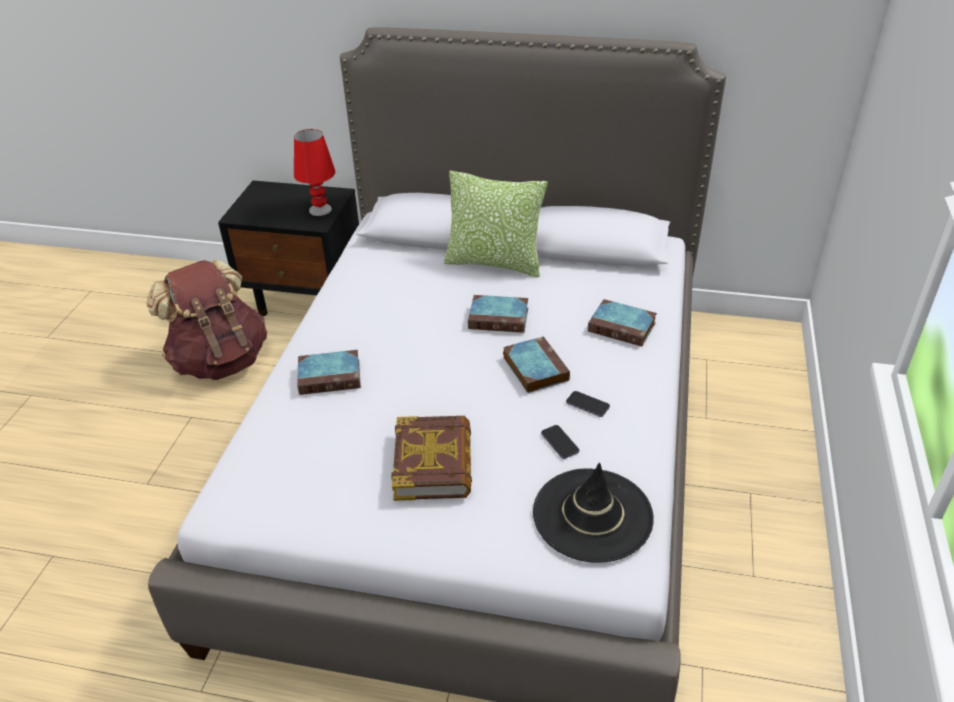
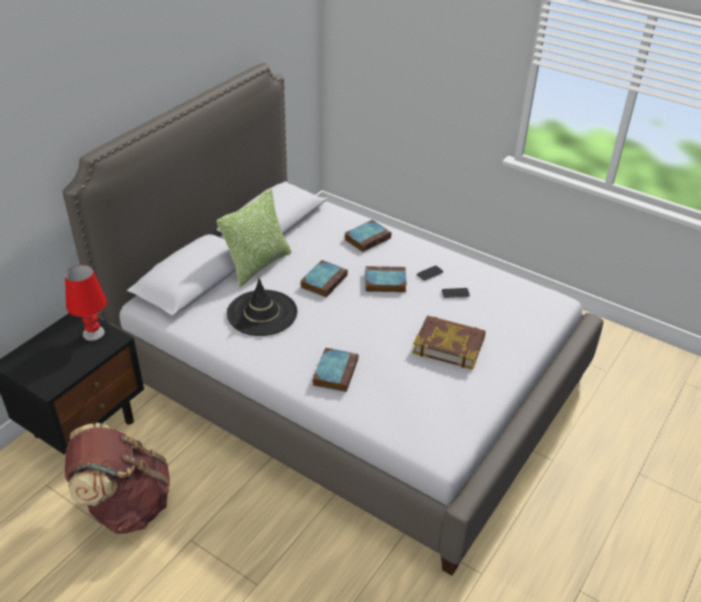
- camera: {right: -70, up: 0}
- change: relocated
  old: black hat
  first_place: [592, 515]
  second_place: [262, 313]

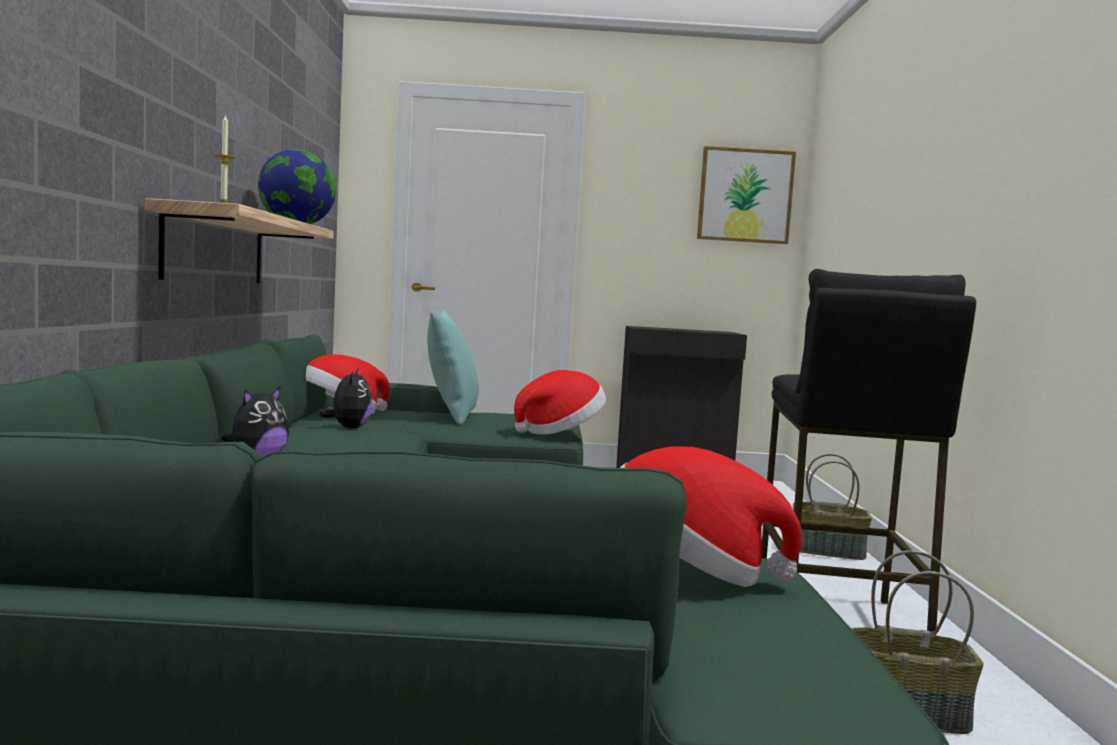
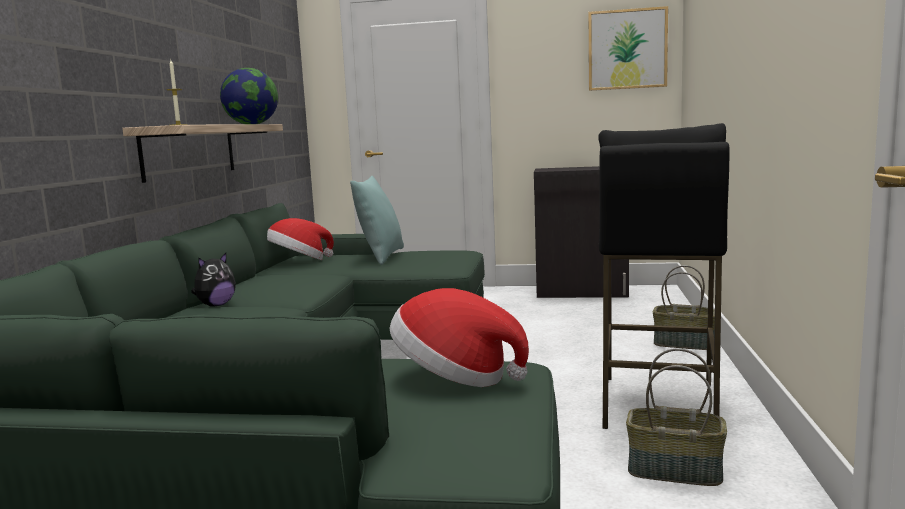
- camera: {right: 10, up: 5}
- change: missing
  old: plush toy
  first_place: [348, 428]
- change: missing
  old: hat
  first_place: [560, 432]

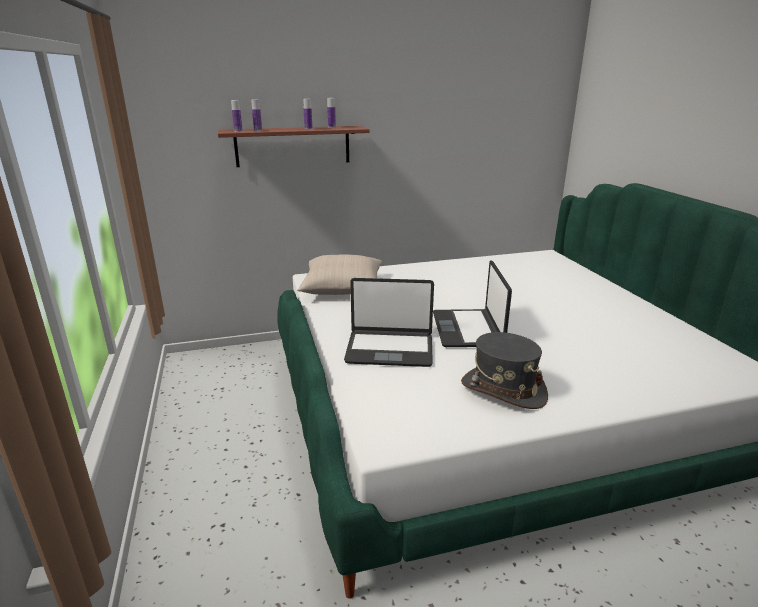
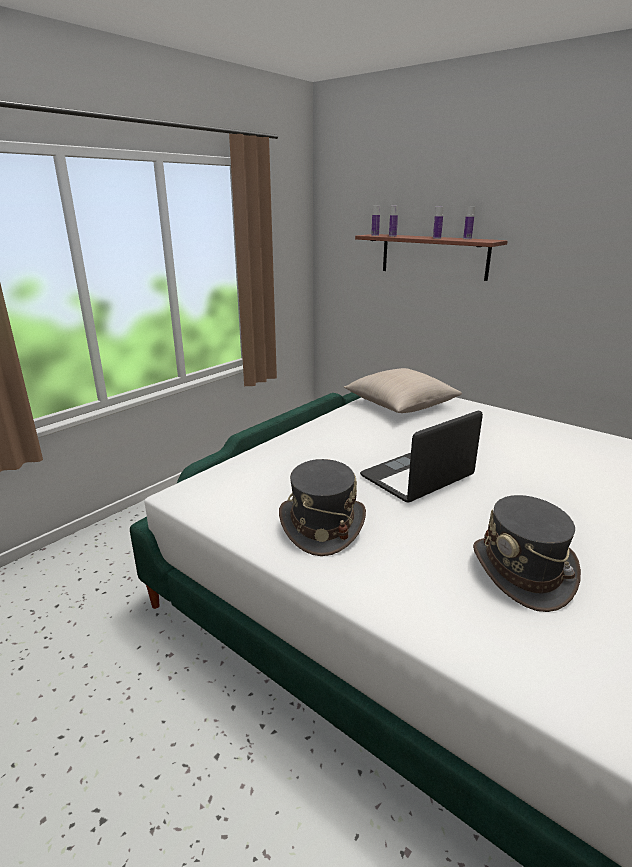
- camera: {right: 55, up: 0}
- change: missing
  old: notebook computer
  first_place: [389, 349]
- change: appeared
  new: greyish hat
  second_place: [522, 572]

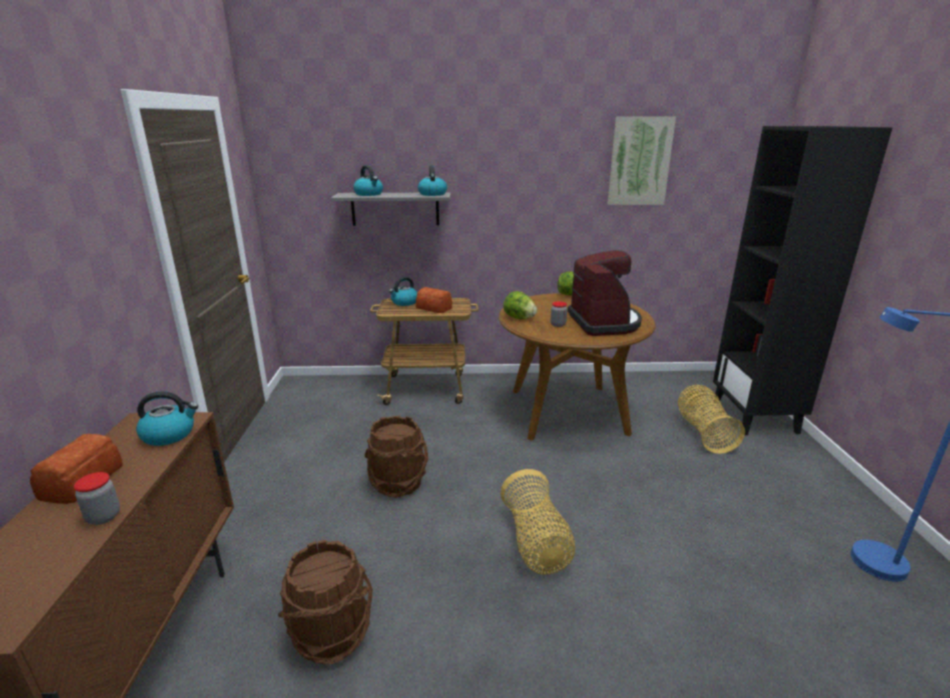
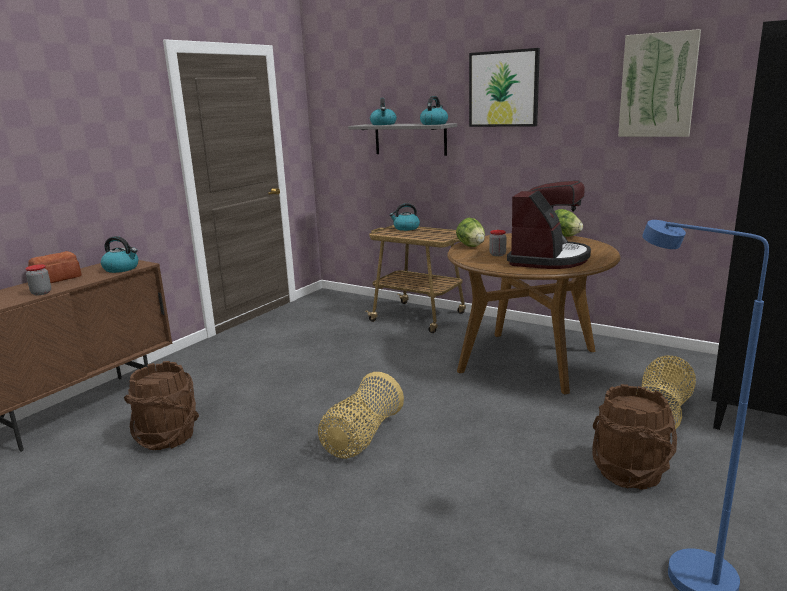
- camera: {right: 35, up: -5}
- change: missing
  old: baked bread
  first_place: [434, 308]
- change: relocated
  old: brownish bucket
  first_place: [398, 483]
  second_place: [630, 472]
- change: appeared
  new: wall picture
  second_place: [503, 89]

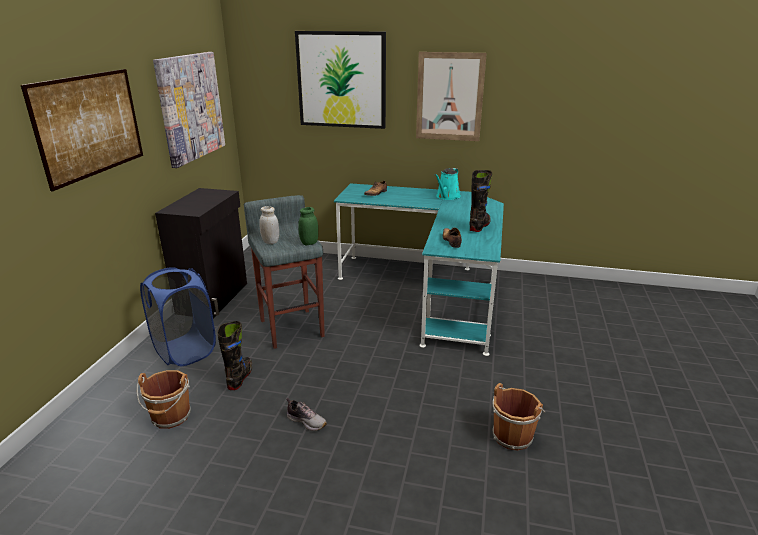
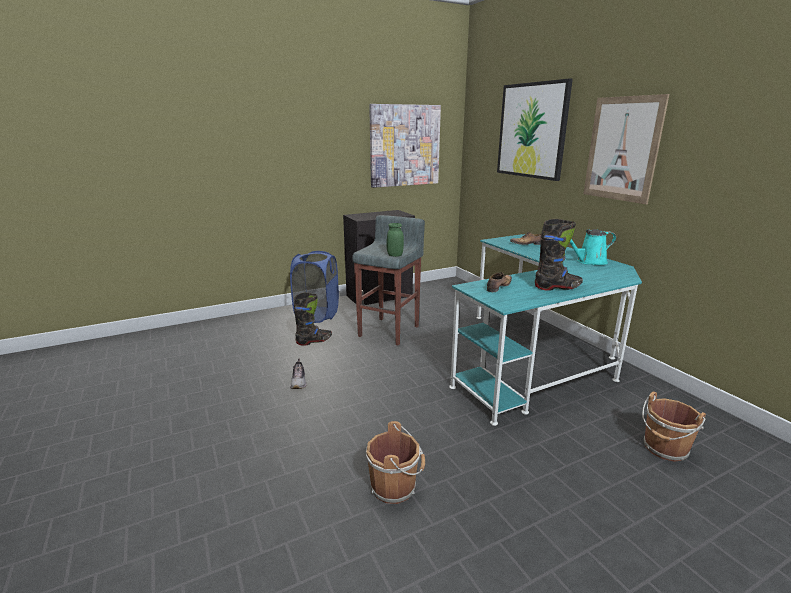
- camera: {right: 50, up: -5}
- change: missing
  old: wall picture
  first_place: [90, 125]
- change: missing
  old: white jar
  first_place: [270, 242]
- change: relocated
  old: brownish bucket
  first_place: [170, 417]
  second_place: [664, 449]

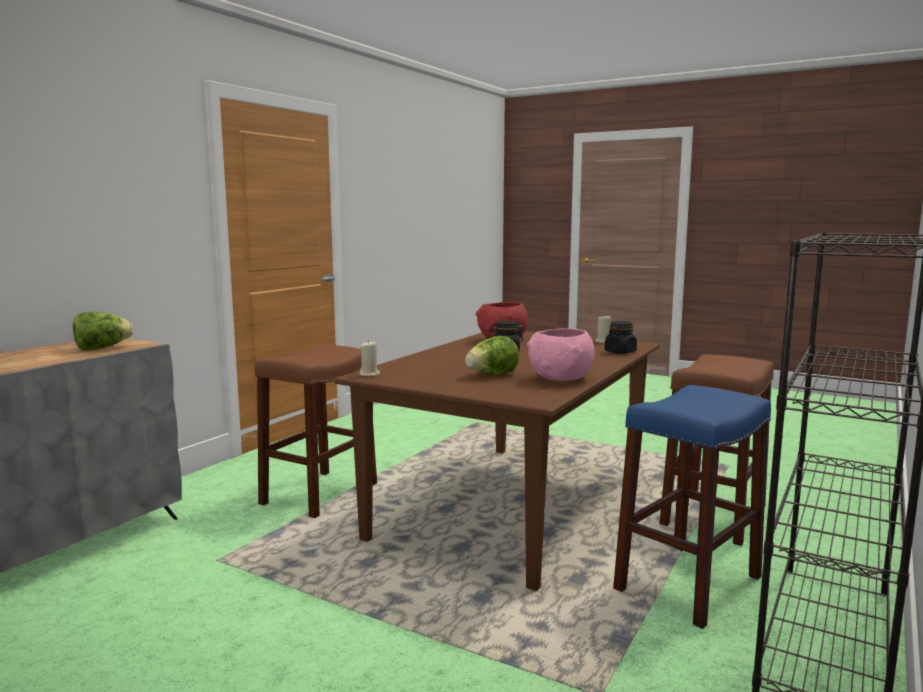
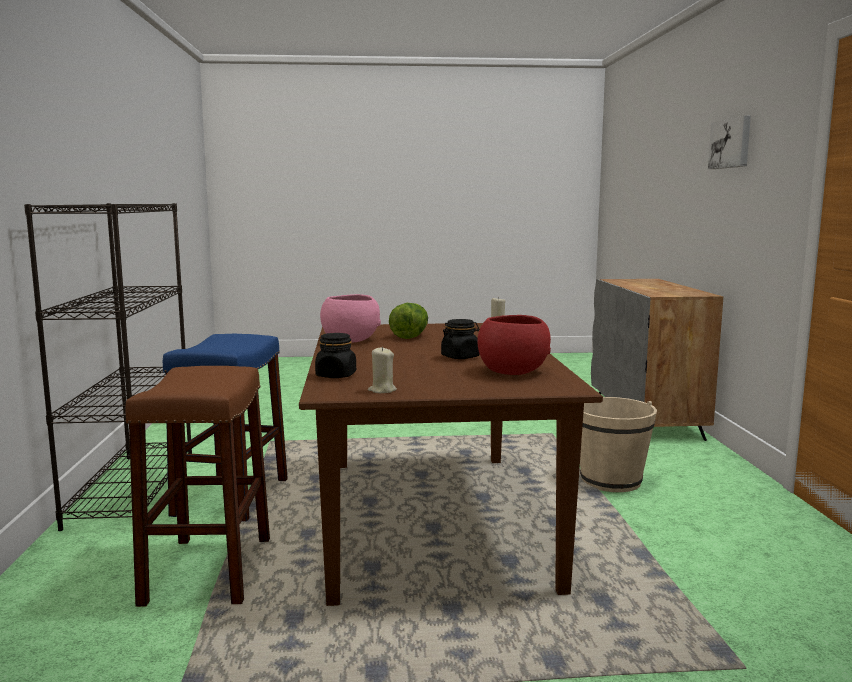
- camera: {right: 145, up: 0}
- change: missing
  old: lettuce
  first_place: [102, 348]
- change: exchanged
  old: brownish sitting stool
  new: beige bucket
  first_place: [320, 493]
  second_place: [611, 481]
- change: appeared
  new: wall picture
  second_place: [731, 143]

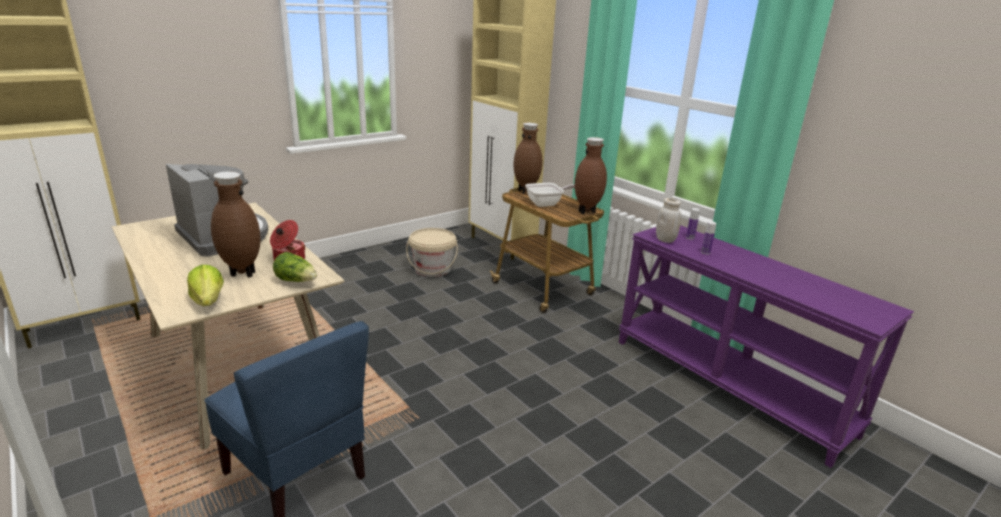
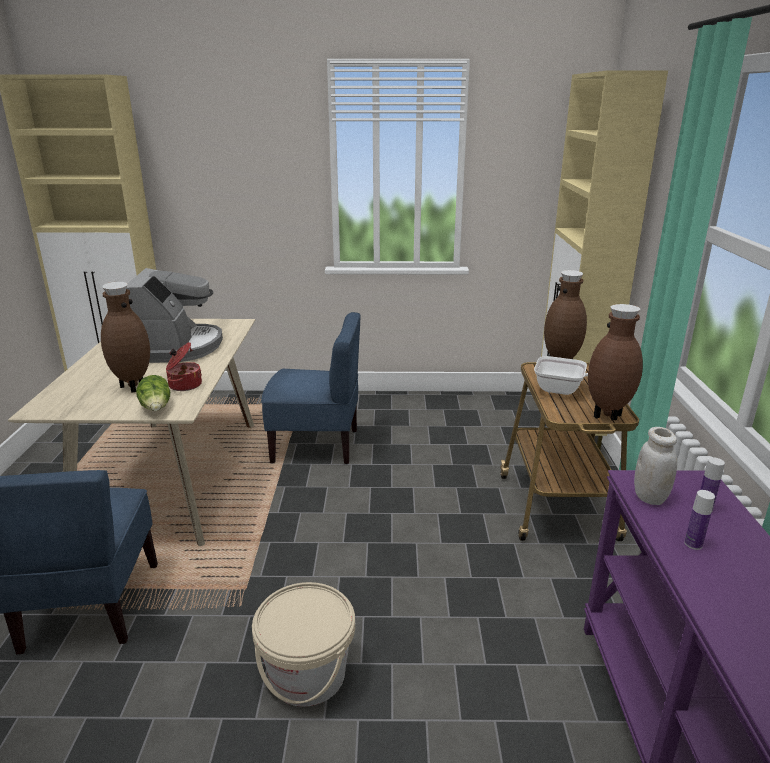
- camera: {right: 40, up: 0}
- change: relocated
  old: beige bucket
  first_place: [432, 269]
  second_place: [307, 674]
- change: missing
  old: lettuce
  first_place: [208, 301]
- change: appeared
  new: blue-coloured chair
  second_place: [316, 445]

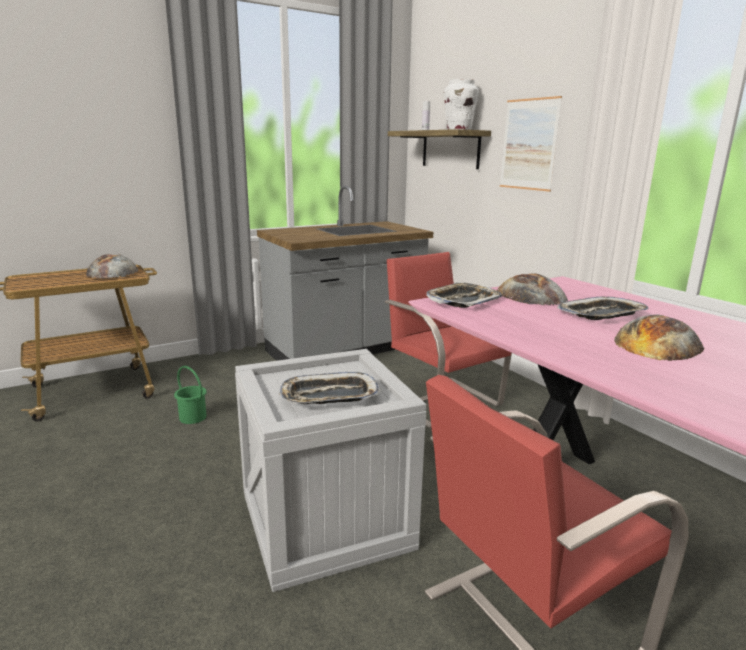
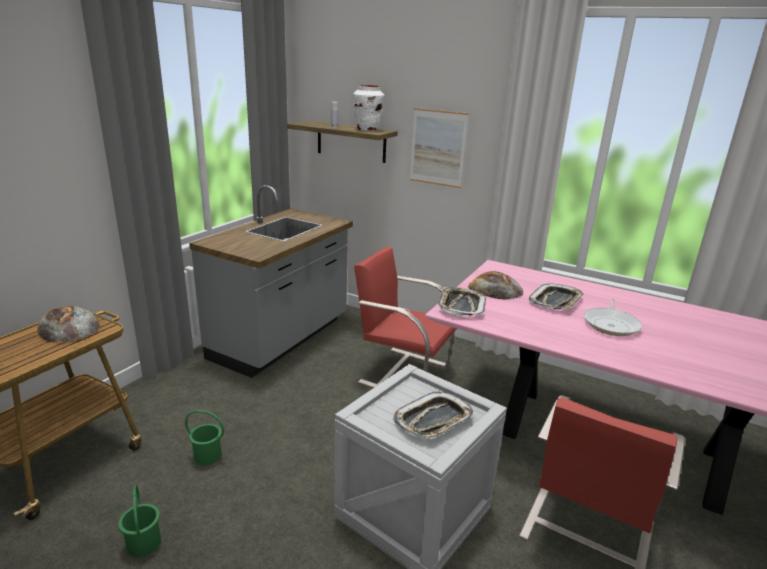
- camera: {right: -30, up: 5}
- change: exchanged
  old: baked bread
  new: pan
  first_place: [658, 344]
  second_place: [611, 324]
- change: appeared
  new: green bucket
  second_place: [143, 544]

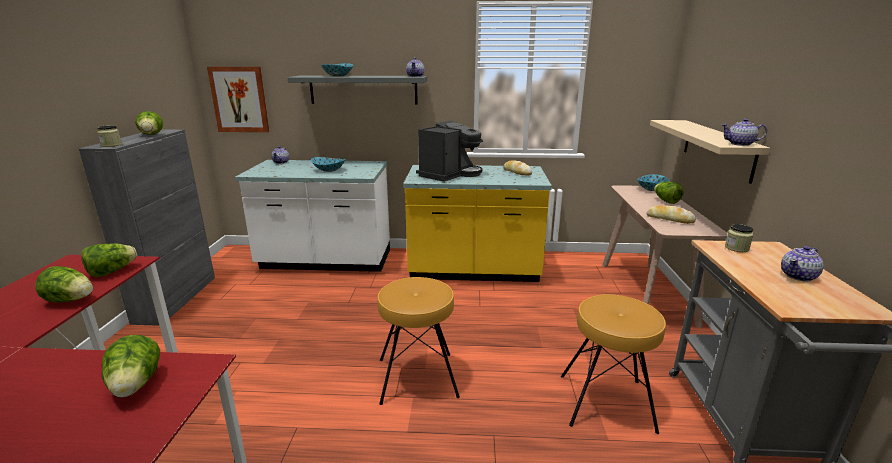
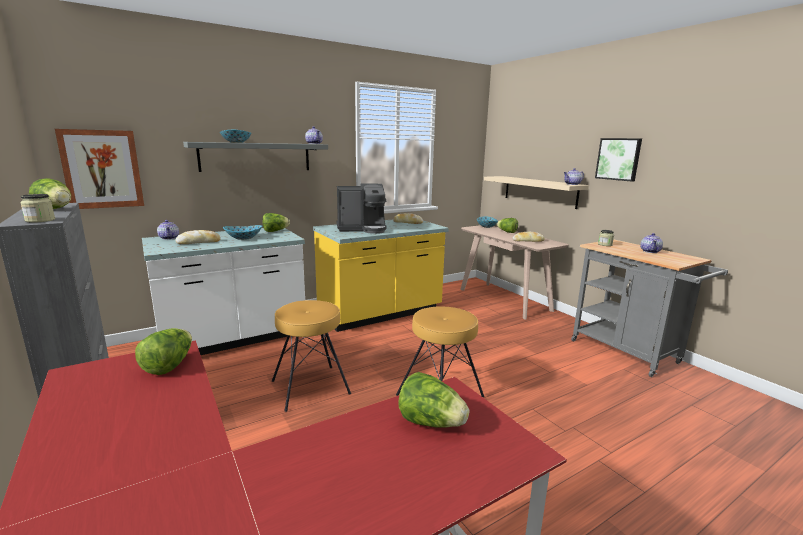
- camera: {right: -35, up: -5}
- change: spun
  old: coffee maker
  first_place: [450, 174]
  second_place: [362, 229]
  degrees: 75
- change: relocated
  old: lettuce
  first_place: [71, 300]
  second_place: [275, 231]
- change: relocated
  old: brownish sitting stool
  first_place: [606, 403]
  second_place: [310, 387]
- change: appeared
  new: wall picture
  second_place: [618, 159]
- change: appeared
  new: baked bread
  second_place: [199, 242]

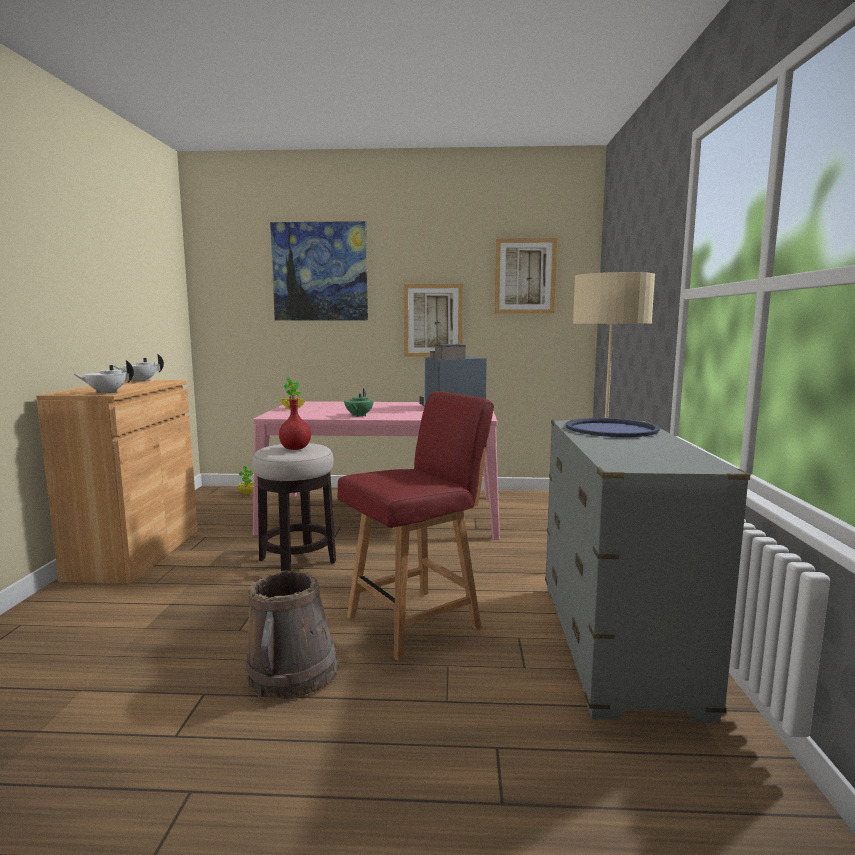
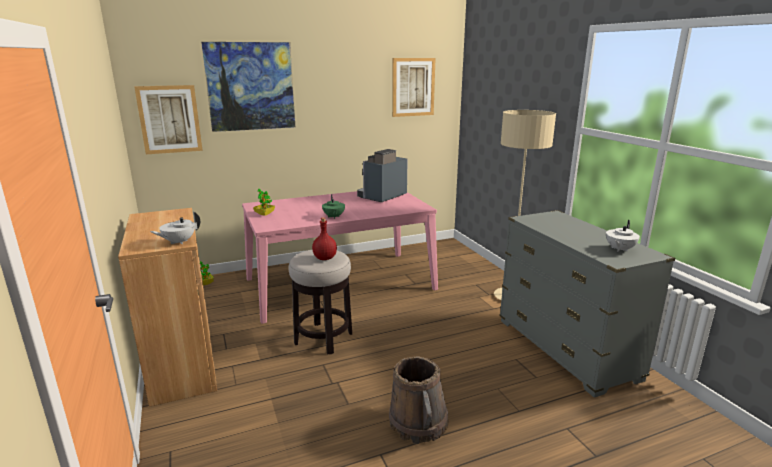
- camera: {right: -25, up: 10}
- change: relocated
  old: wall picture
  first_place: [433, 320]
  second_place: [169, 119]
- change: relocated
  old: white tea pot
  first_place: [141, 381]
  second_place: [619, 249]
- change: missing
  old: red-coloured chair
  first_place: [416, 621]
- change: missing
  old: blue-coloured serving tray
  first_place: [611, 429]

